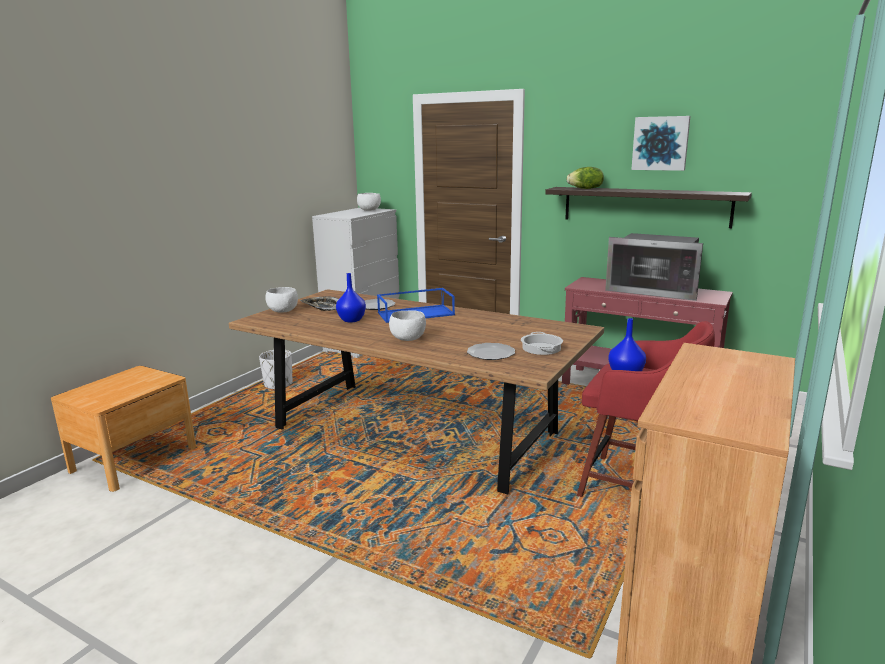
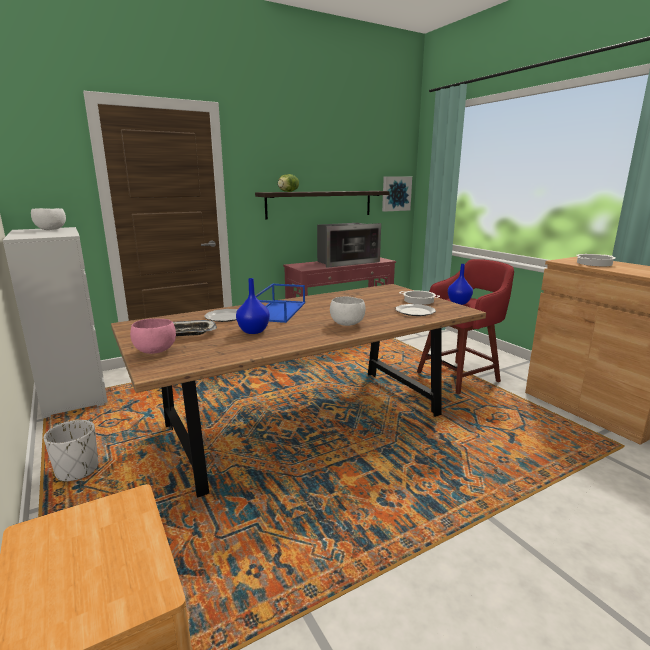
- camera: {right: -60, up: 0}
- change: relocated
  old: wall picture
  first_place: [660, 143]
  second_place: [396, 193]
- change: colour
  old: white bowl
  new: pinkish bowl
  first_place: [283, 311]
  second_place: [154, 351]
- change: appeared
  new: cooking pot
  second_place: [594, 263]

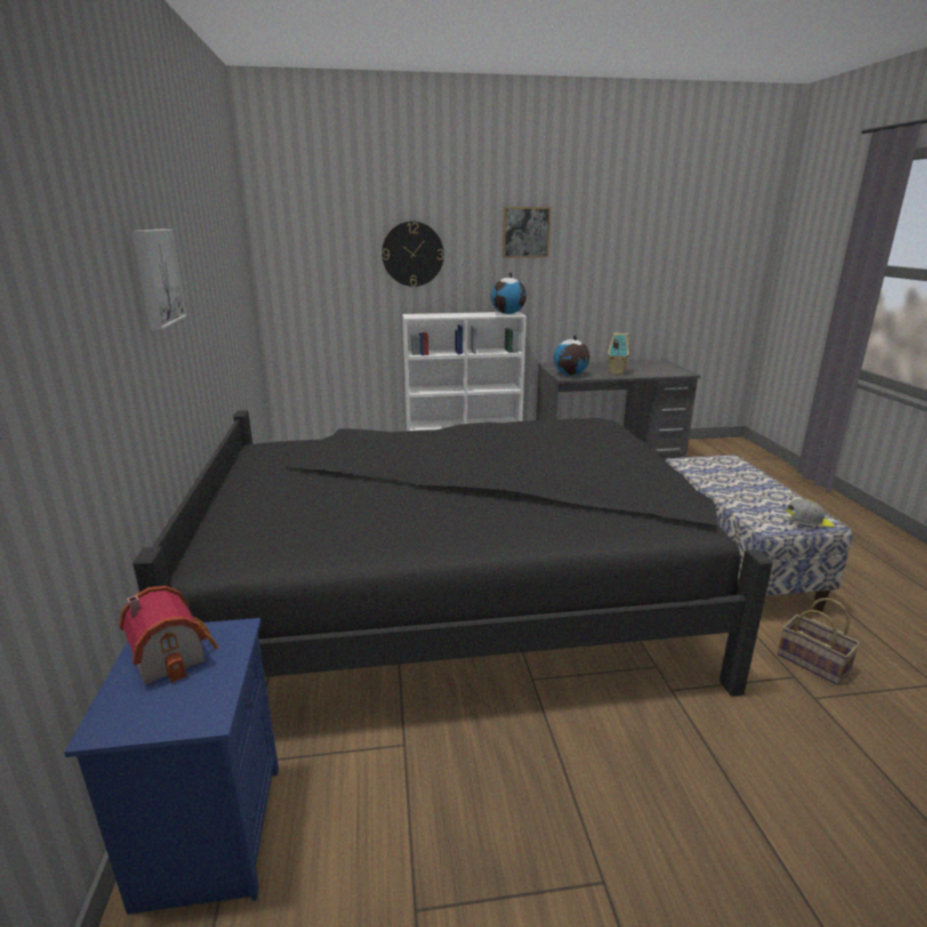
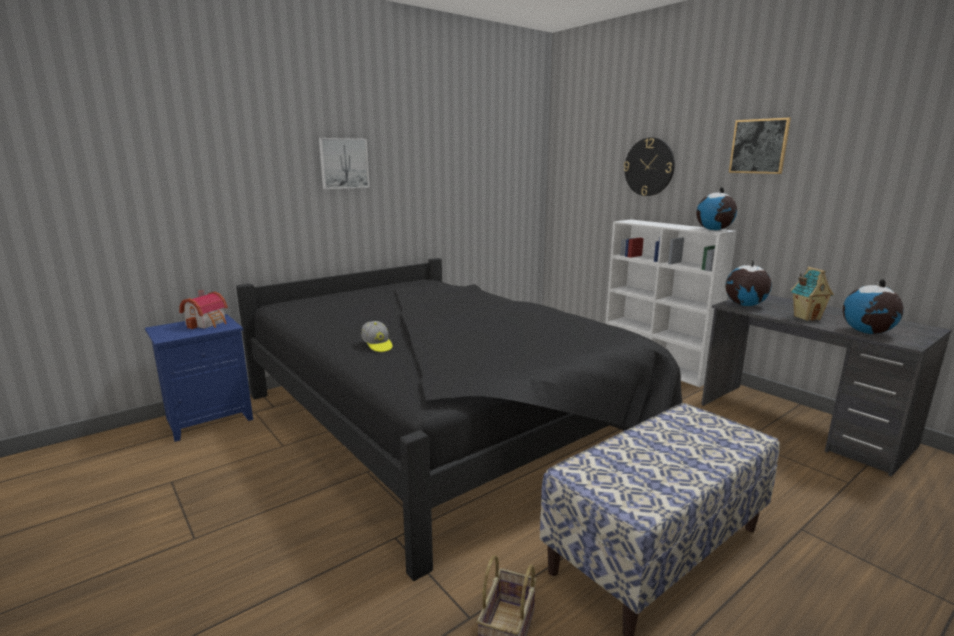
- camera: {right: 60, up: -5}
- change: relocated
  old: baseball cap
  first_place: [809, 523]
  second_place: [377, 345]
- change: appeared
  new: desk globe
  second_place: [867, 332]

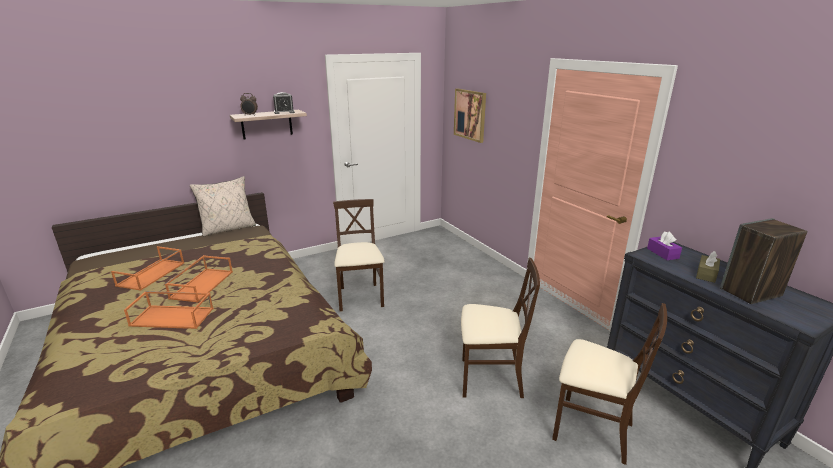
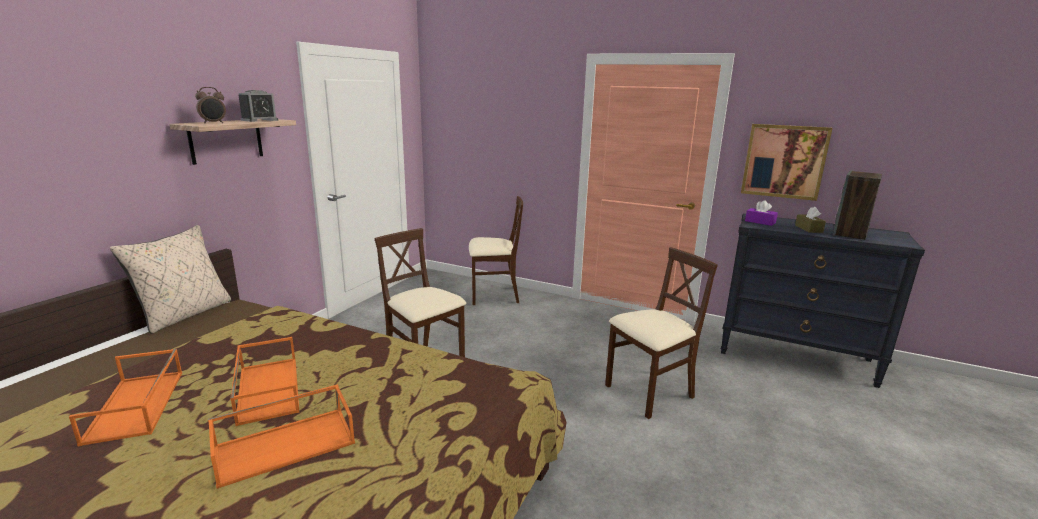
- camera: {right: -35, up: -5}
- change: relocated
  old: wall picture
  first_place: [470, 115]
  second_place: [784, 161]
- change: relocated
  old: beige chair
  first_place: [591, 429]
  second_place: [493, 296]

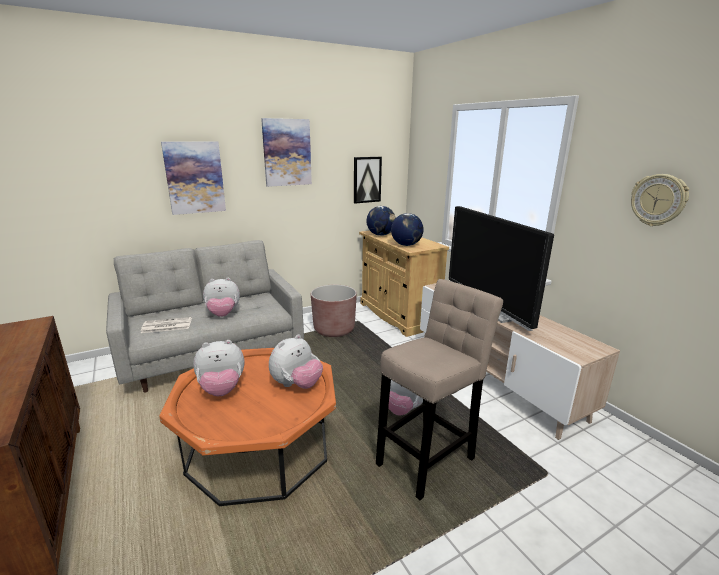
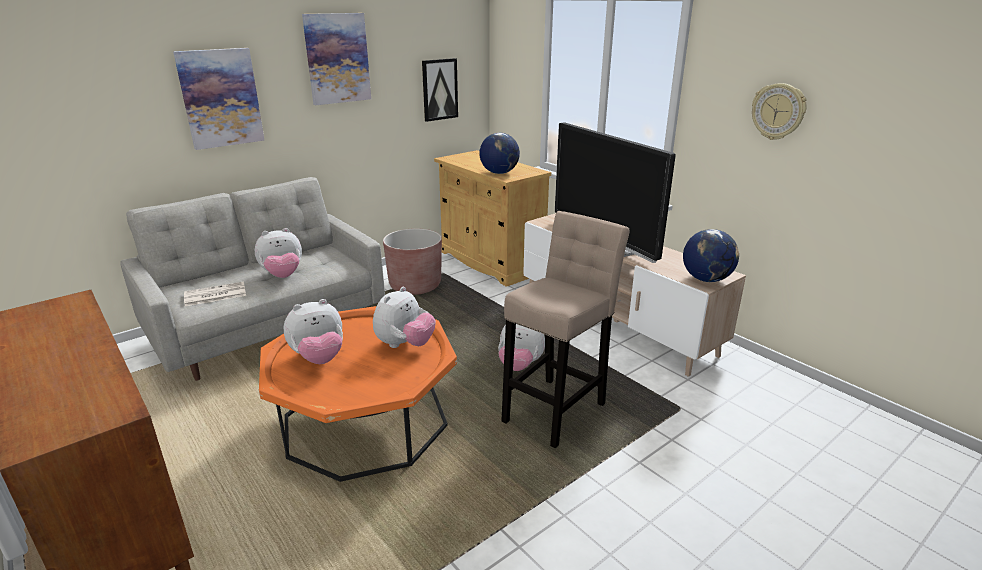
- camera: {right: -10, up: 5}
- change: relocated
  old: desk globe
  first_place: [380, 235]
  second_place: [706, 279]

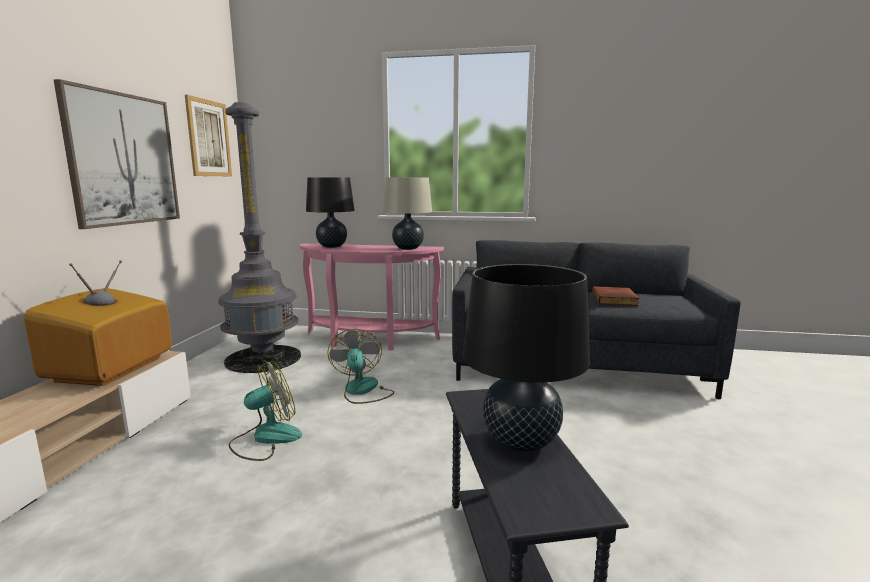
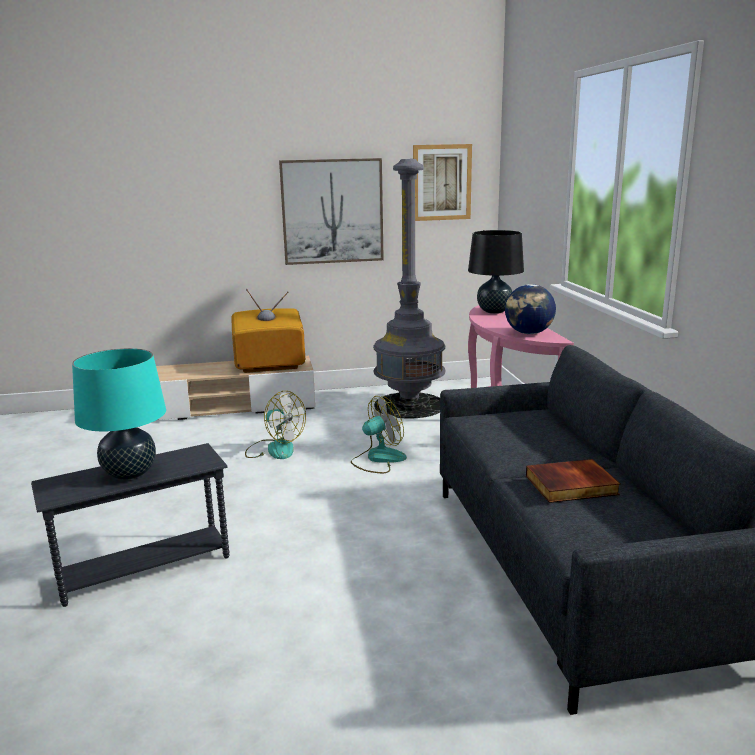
- camera: {right: 70, up: 5}
- change: exchanged
  old: beige lamp for a table
  new: desk globe
  first_place: [408, 248]
  second_place: [529, 333]
- change: colour
  old: black lamp for a table
  new: blue-green lamp for a table
  first_place: [520, 442]
  second_place: [129, 474]

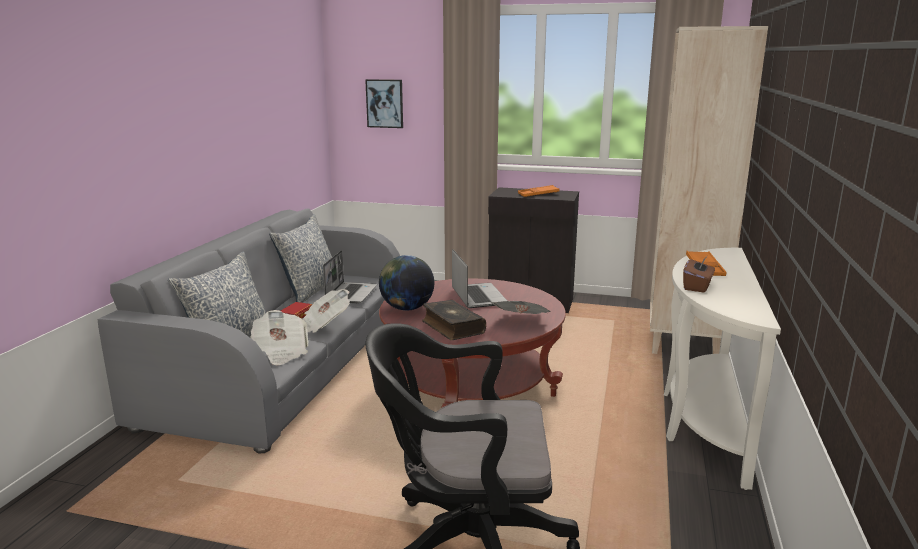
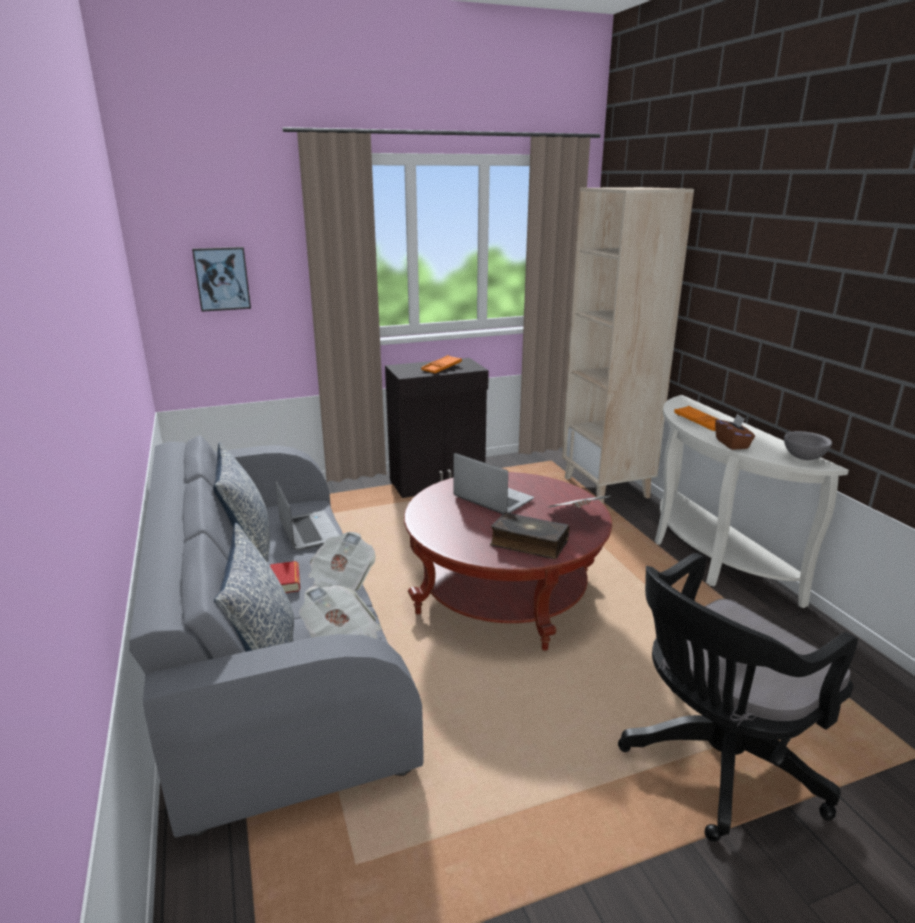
- camera: {right: -35, up: 5}
- change: missing
  old: desk globe
  first_place: [406, 308]
- change: appeared
  new: greyish bowl
  second_place: [803, 458]

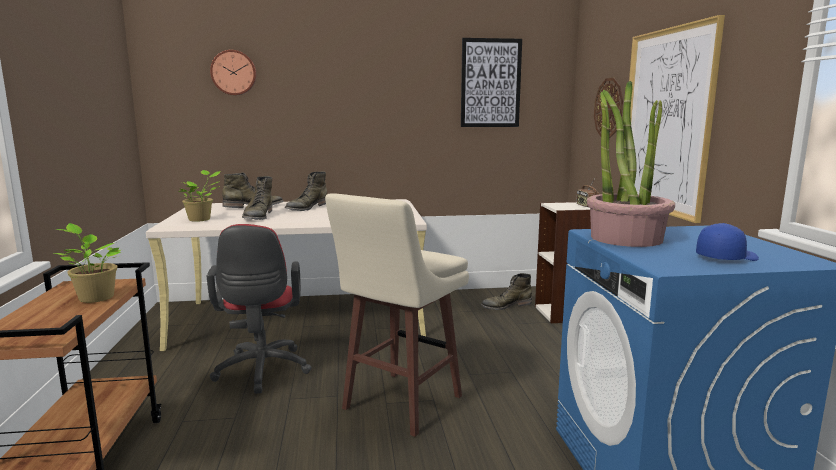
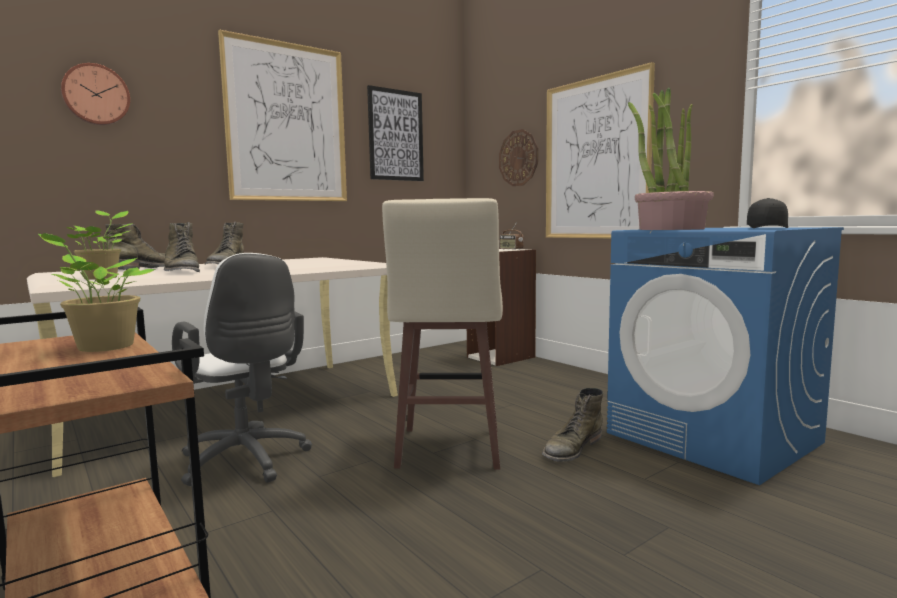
- camera: {right: -30, up: -5}
- change: colour
  old: blue-coloured baseball cap
  new: black baseball cap
  first_place: [725, 257]
  second_place: [766, 228]
- change: colour
  old: red-coloured office chair
  new: white office chair
  first_place: [262, 372]
  second_place: [247, 462]
- change: relocated
  old: green high-top boot
  first_place: [506, 305]
  second_place: [572, 448]
- change: appeared
  new: wall picture
  second_place: [286, 123]

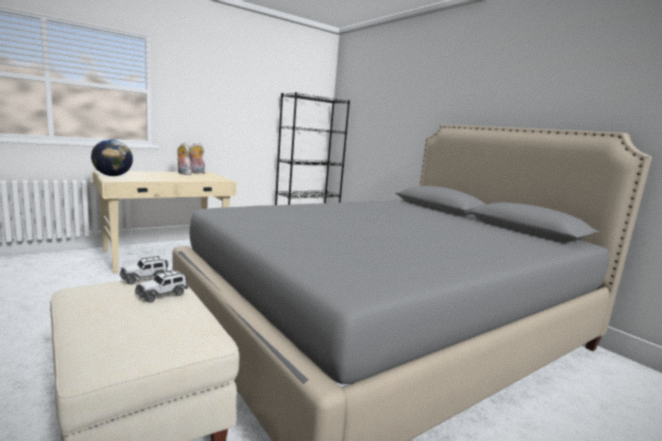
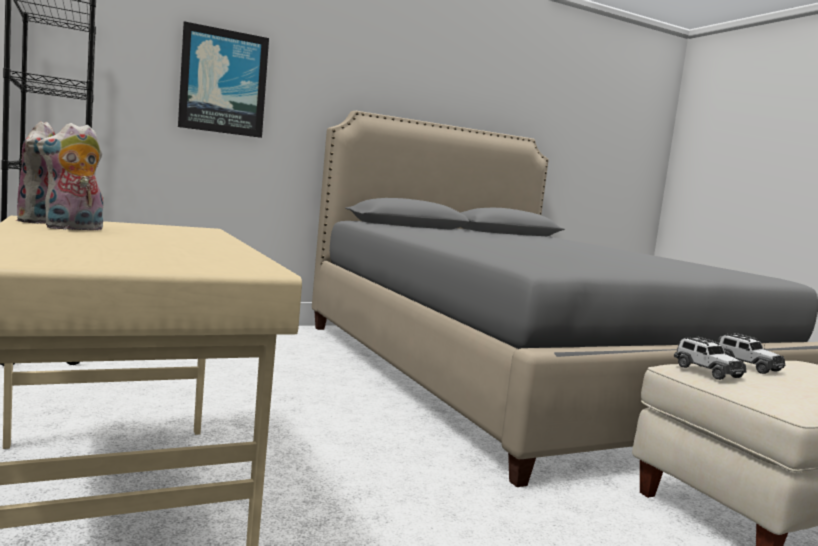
- camera: {right: -80, up: -5}
- change: missing
  old: desk globe
  first_place: [113, 176]
- change: appeared
  new: wall picture
  second_place: [223, 82]

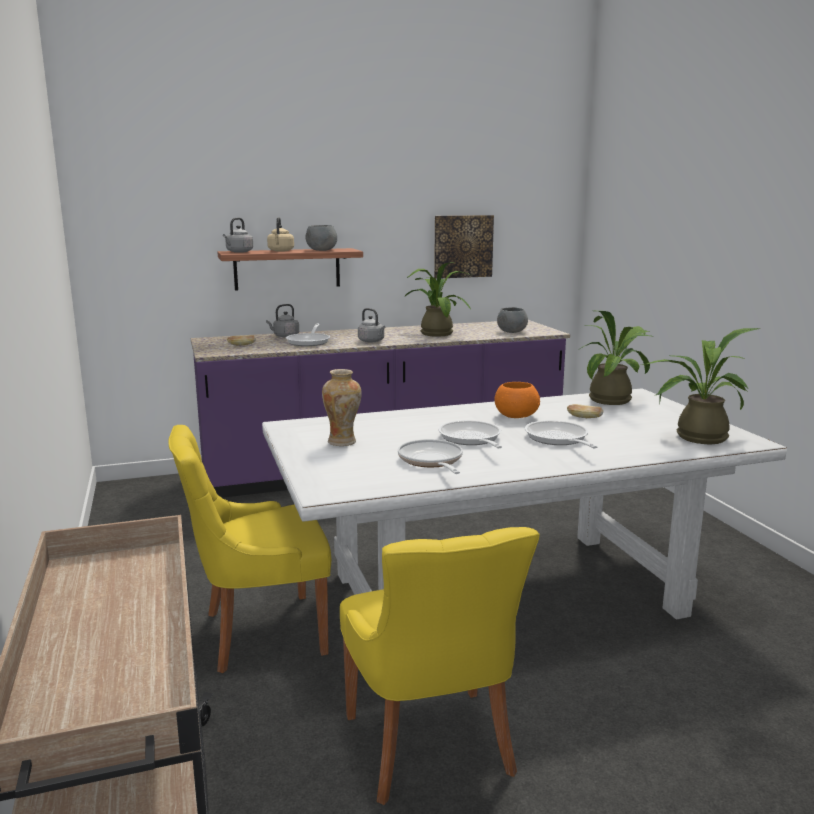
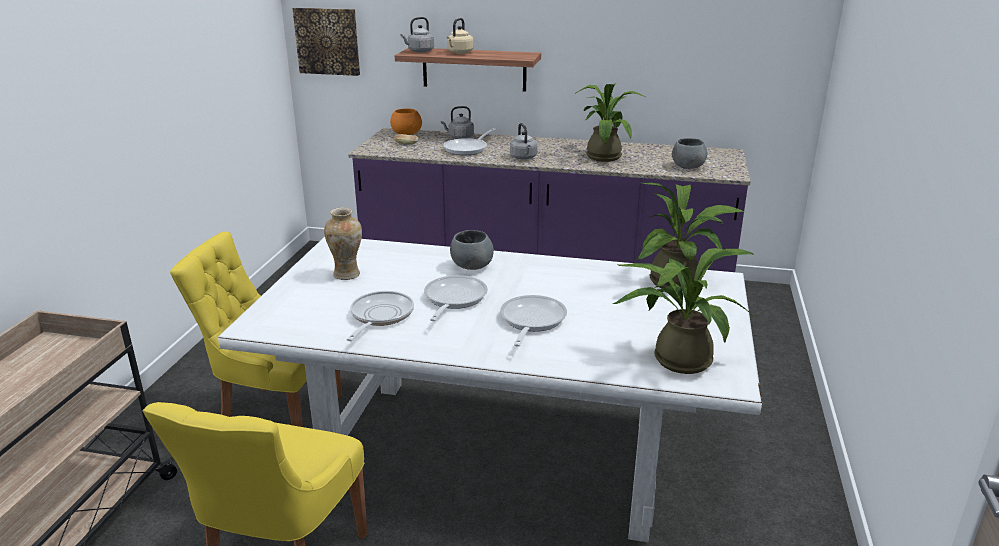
- camera: {right: 30, up: 10}
- change: relocated
  old: wall picture
  first_place: [463, 246]
  second_place: [327, 41]
- change: relocated
  old: greyish bowl
  first_place: [321, 250]
  second_place: [471, 266]
- change: relocated
  old: orangey bowl
  first_place: [515, 416]
  second_place: [406, 133]
- change: missing
  old: baked bread
  first_place: [584, 417]

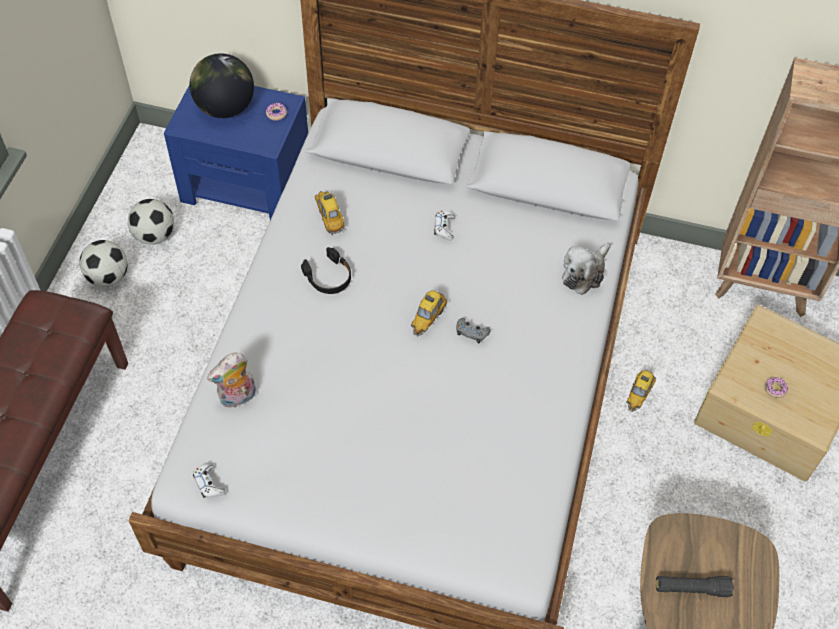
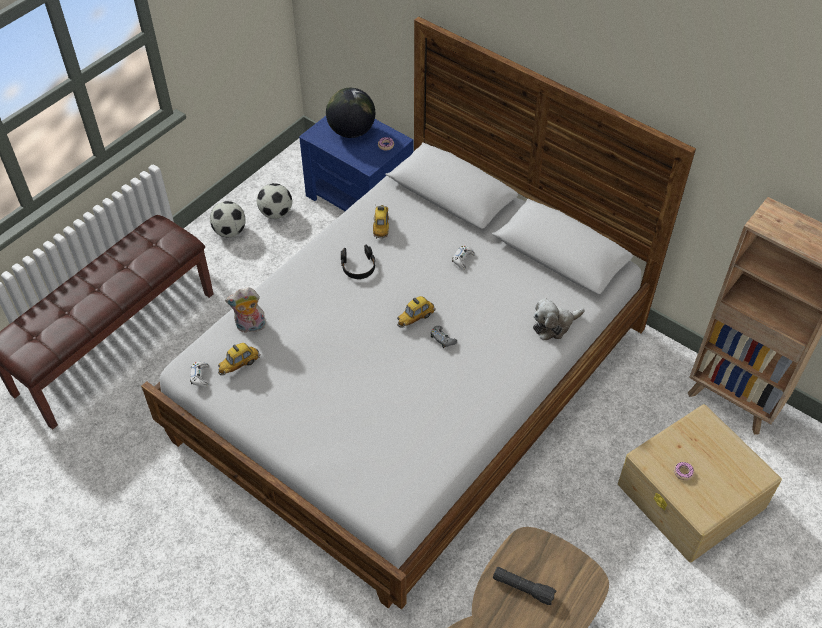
- camera: {right: 25, up: -5}
- change: relocated
  old: toy car
  first_place: [639, 394]
  second_place: [239, 365]

